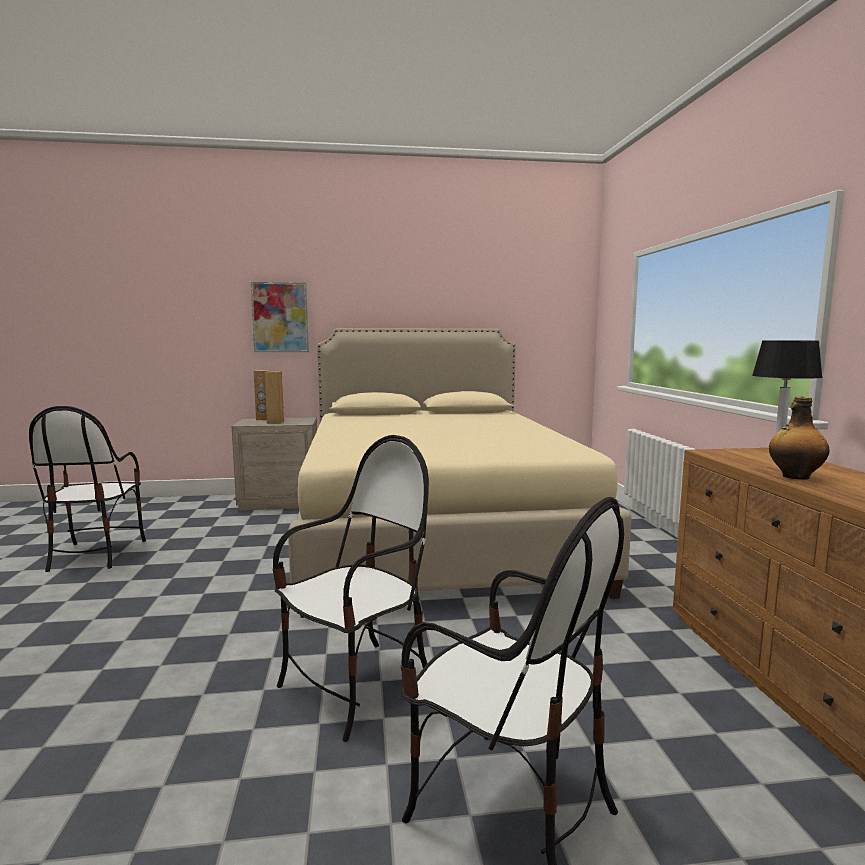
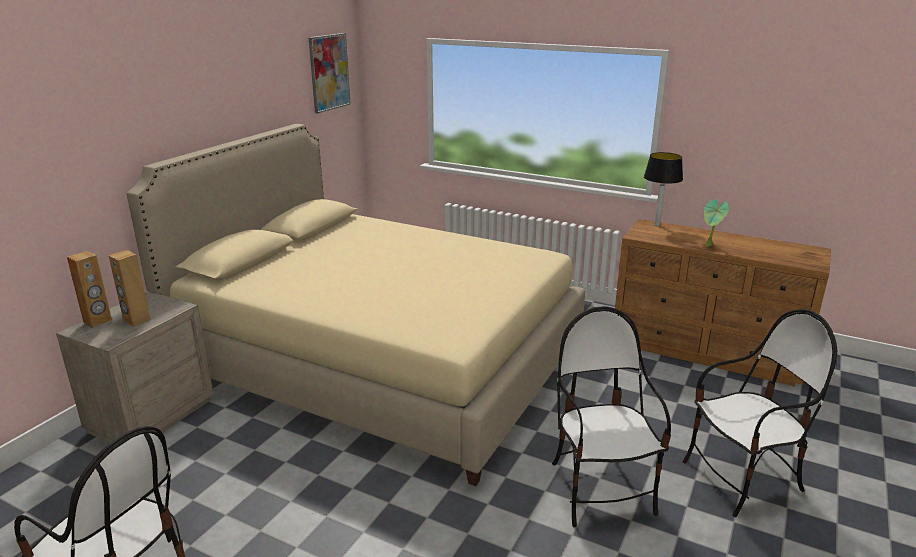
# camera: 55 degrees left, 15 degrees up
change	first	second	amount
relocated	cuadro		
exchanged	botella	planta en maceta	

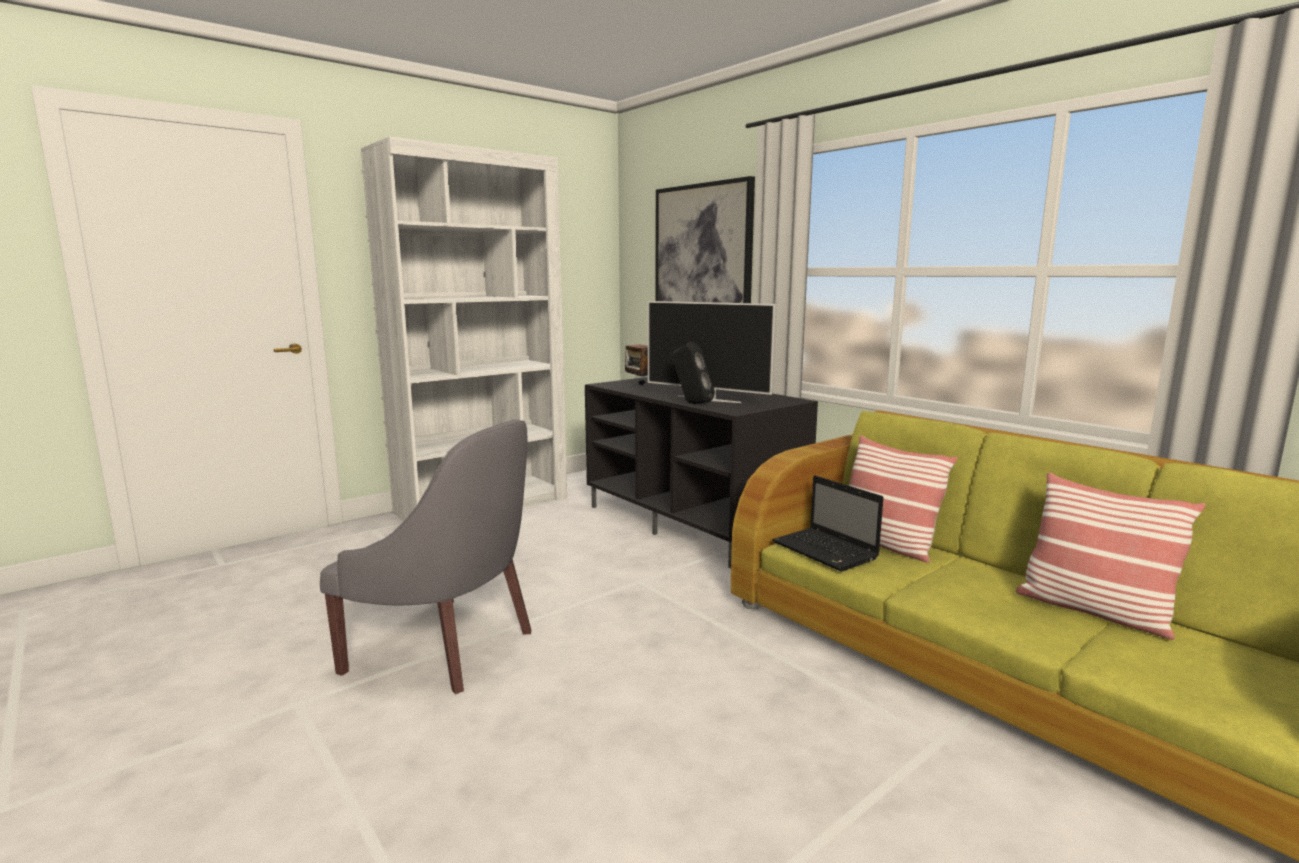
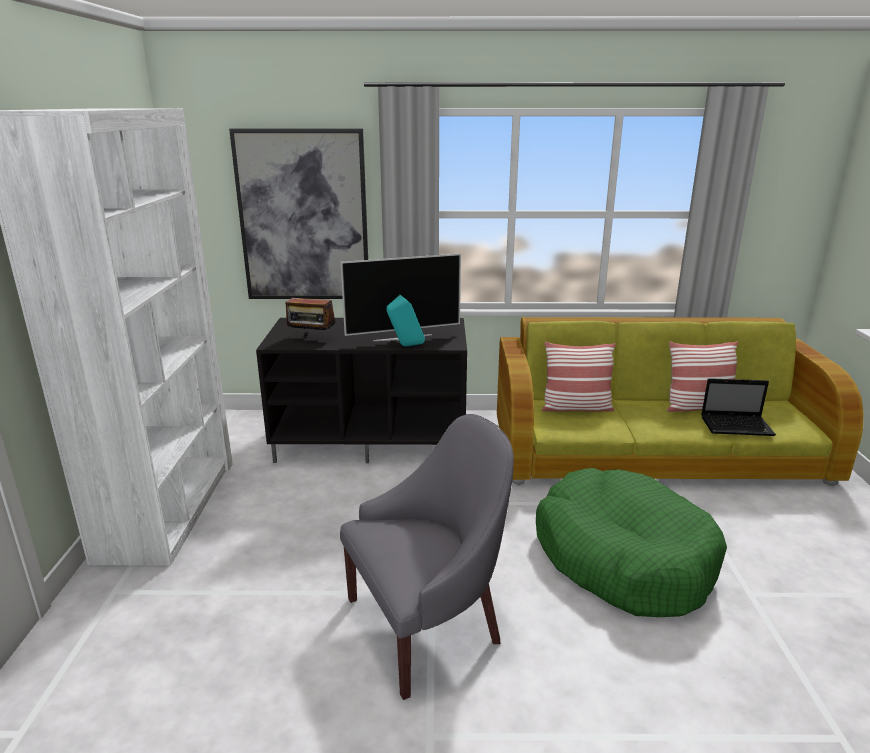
# camera: 50 degrees left, 10 degrees up
change	first	second	amount
colour	altavoz (negro)	altavoz (turquesa)	
appeared		cama para perro (verde)	
relocated	portátil		

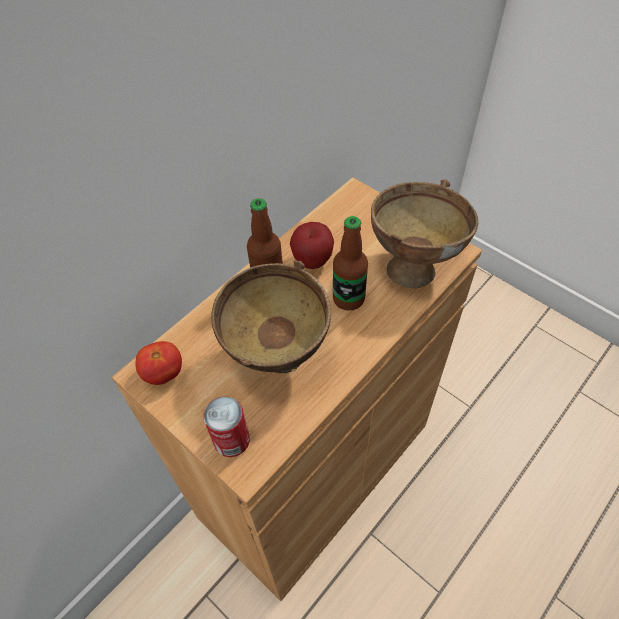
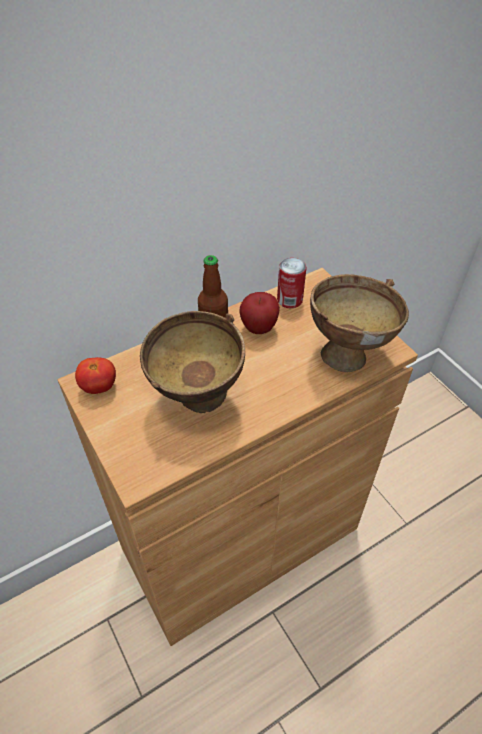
# camera: 15 degrees right, 5 degrees down
change	first	second	amount
relocated	lata		
missing	botella (no. 2 from left)		

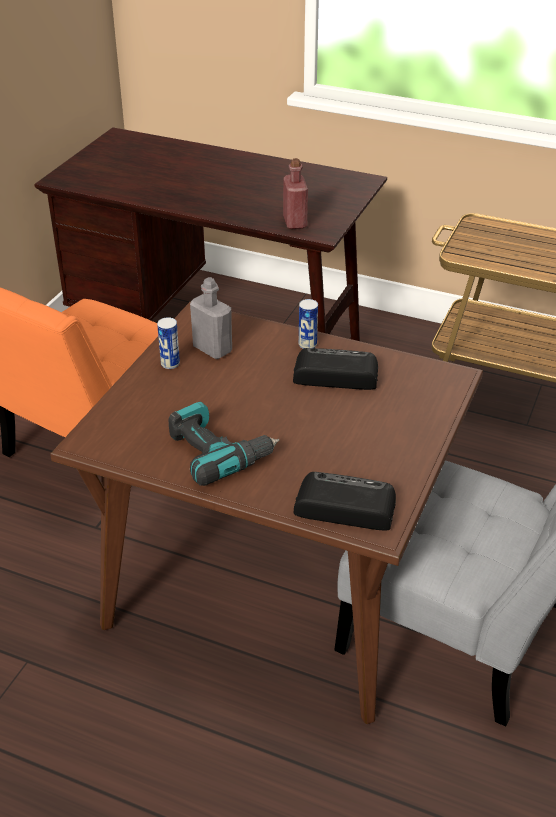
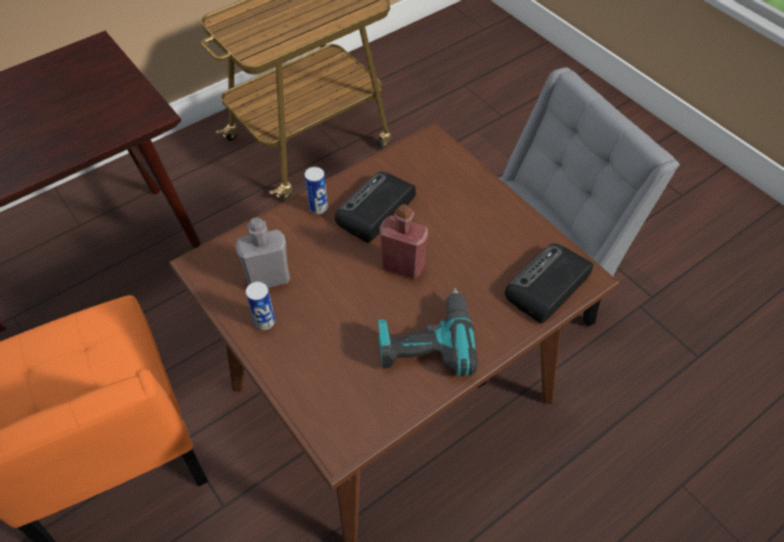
# camera: 60 degrees left, 15 degrees up
change	first	second	amount
relocated	botella (rojo)		

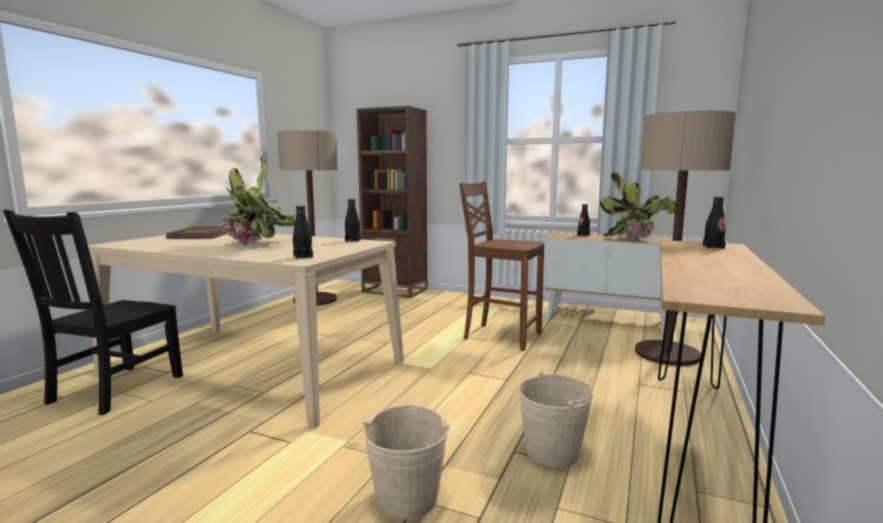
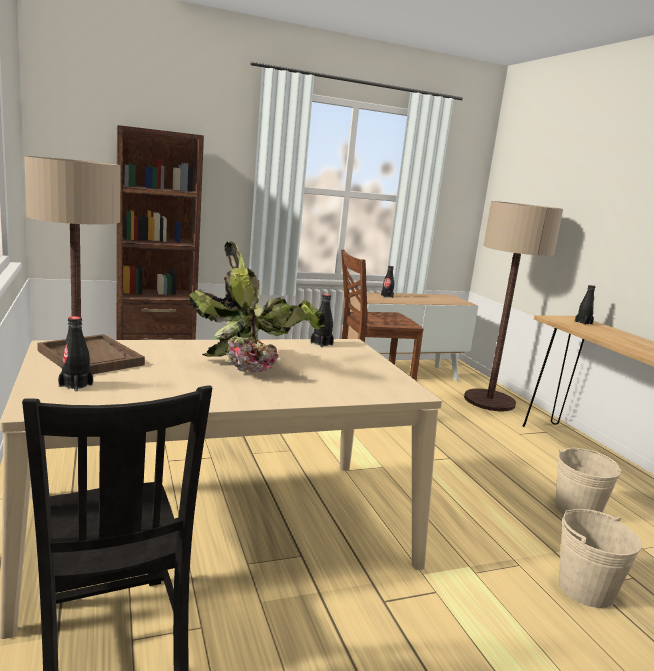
# camera: 45 degrees left, 5 degrees up
change	first	second	amount
relocated	botella (negro) (no. 1 from left)		
missing	planta en maceta (no. 2 from left)		

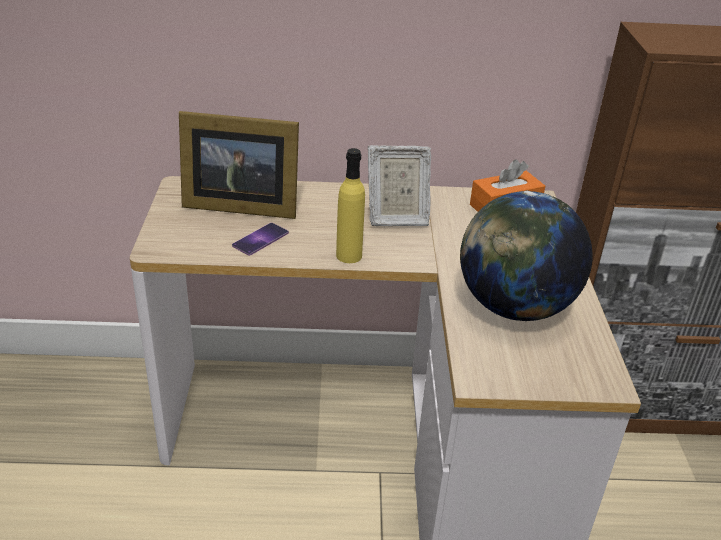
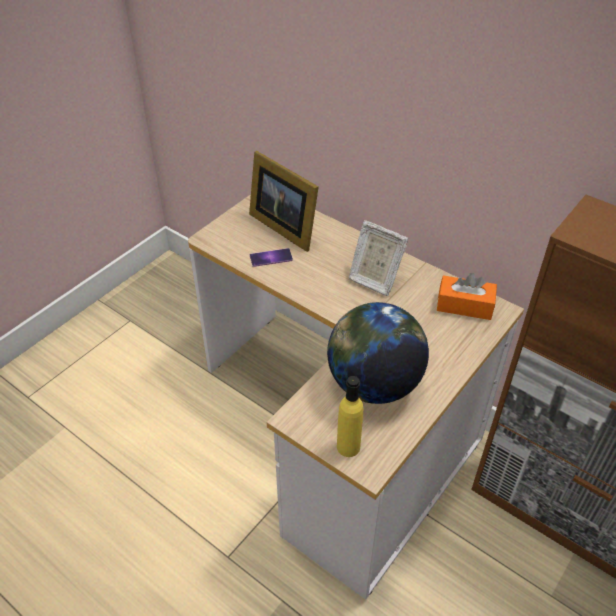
# camera: 40 degrees right, 10 degrees up
change	first	second	amount
relocated	botella (amarillo)		

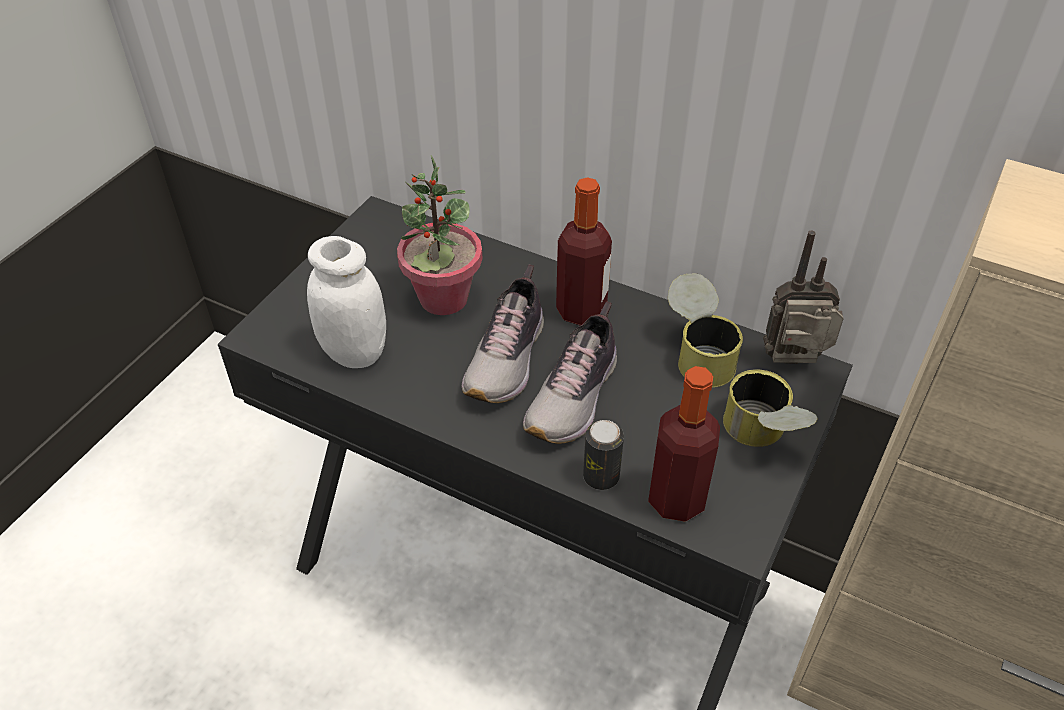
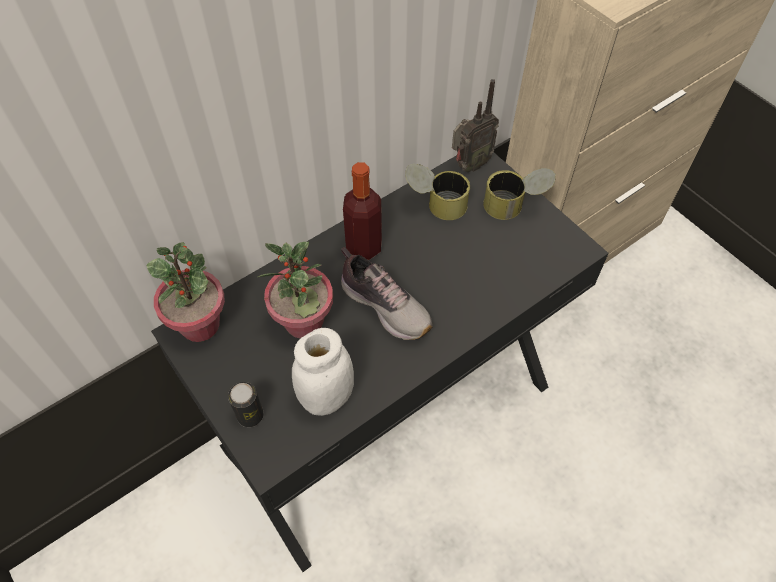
# camera: 65 degrees left, 10 degrees up
change	first	second	amount
appeared		planta en maceta (no. 1 from left)	
relocated	lata (no. 1 from left)		
spun	radio		150 degrees counterclockwise
missing	zapato (no. 2 from left)		
missing	botella (no. 2 from left)		

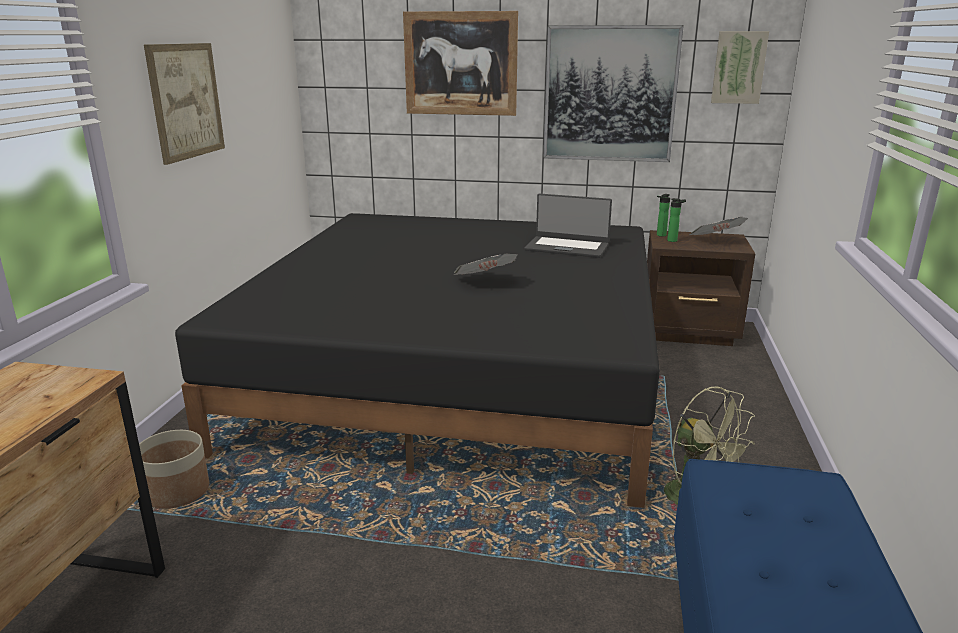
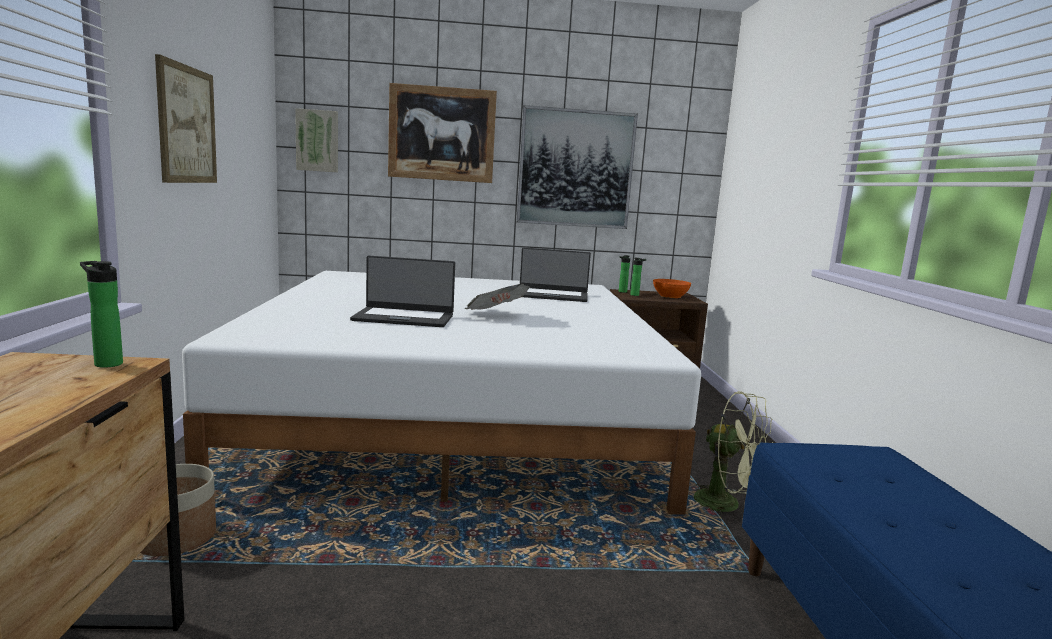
# camera: 15 degrees left, 10 degrees down
change	first	second	amount
appeared		botella (no. 1 from left)	
colour	cama (negro)	cama (blanco)	
relocated	cuadro (no. 4 from left in the first image)	cuadro (no. 2 from left)	
appeared		portátil (no. 1 from left)	
exchanged	periódico (no. 2 from left)	cuenco (naranja)	

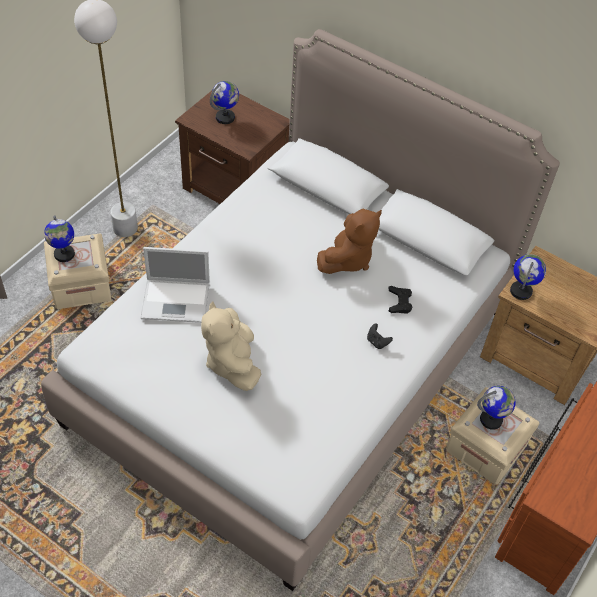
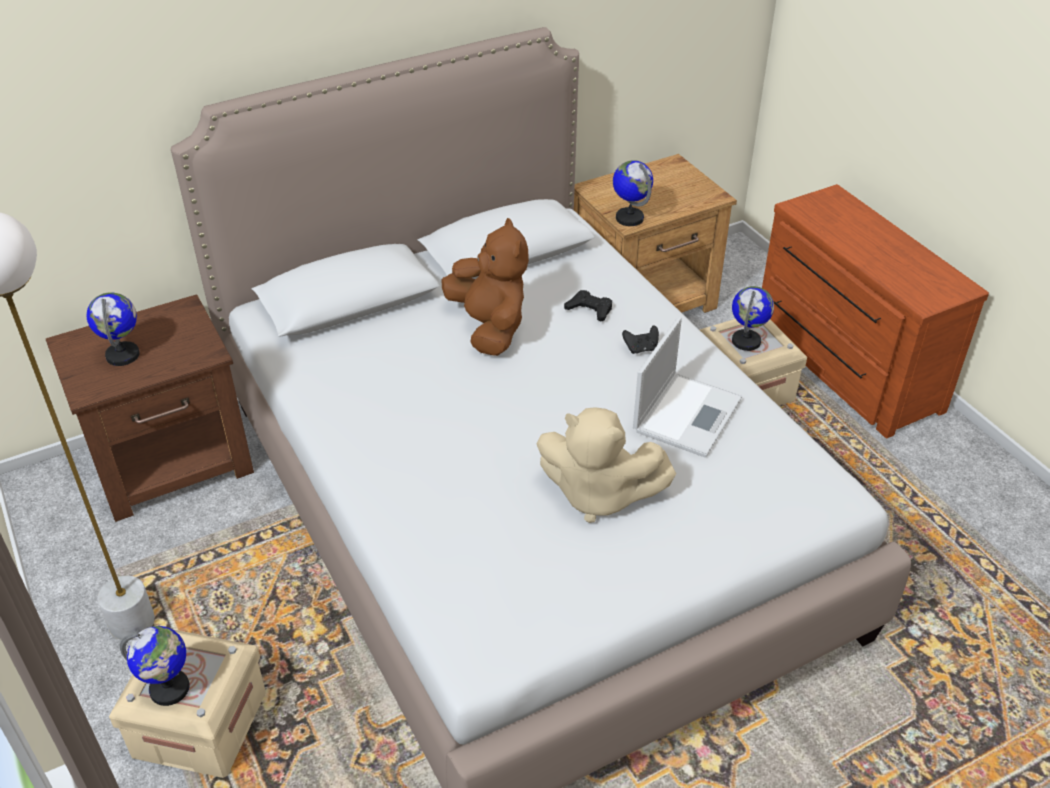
# camera: 60 degrees left, 10 degrees down
change	first	second	amount
relocated	portátil		

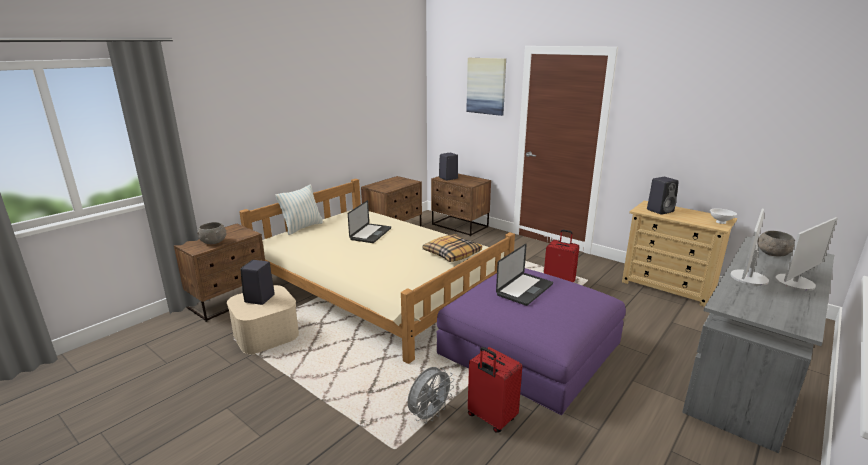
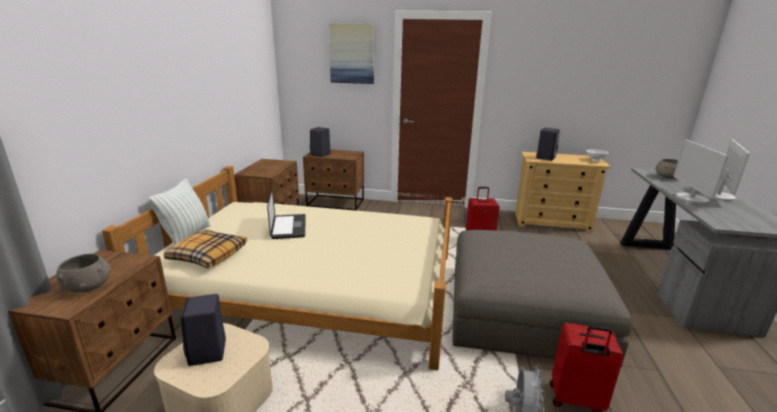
# camera: 30 degrees left, 0 degrees up
change	first	second	amount
relocated	cojín (no. 2 from left)		
colour	puf (morado)	puf (gris)	
missing	portátil (no. 2 from left)		

